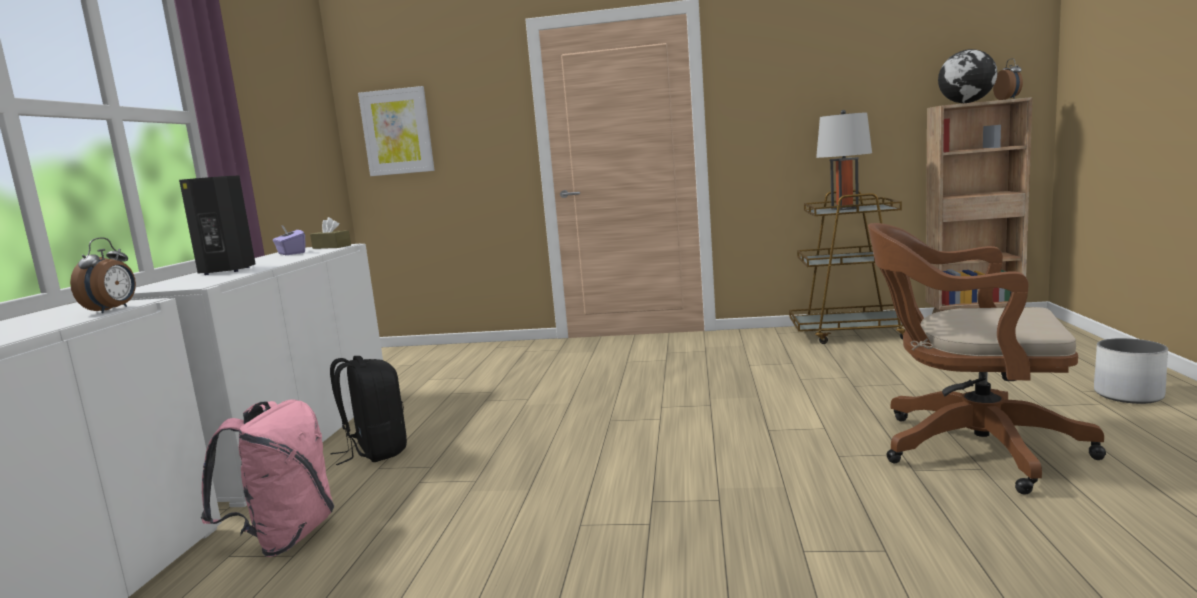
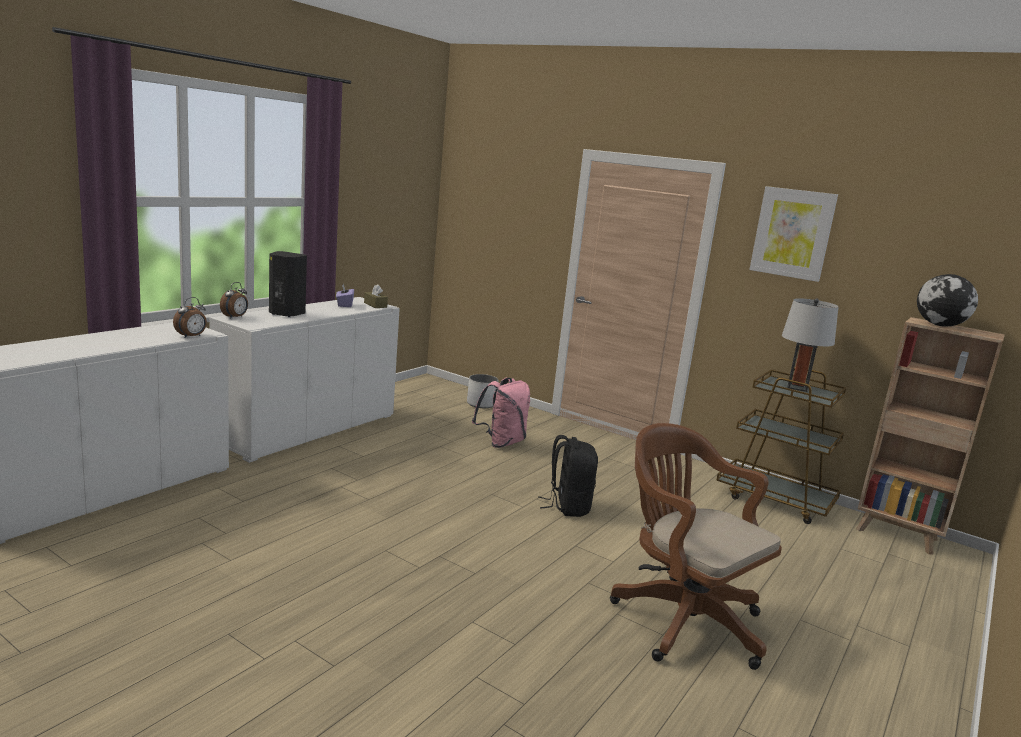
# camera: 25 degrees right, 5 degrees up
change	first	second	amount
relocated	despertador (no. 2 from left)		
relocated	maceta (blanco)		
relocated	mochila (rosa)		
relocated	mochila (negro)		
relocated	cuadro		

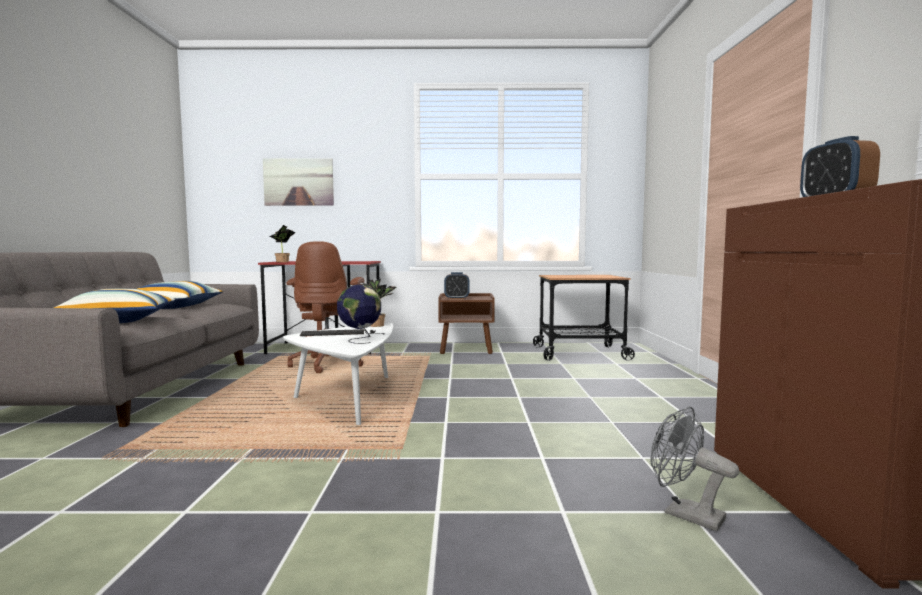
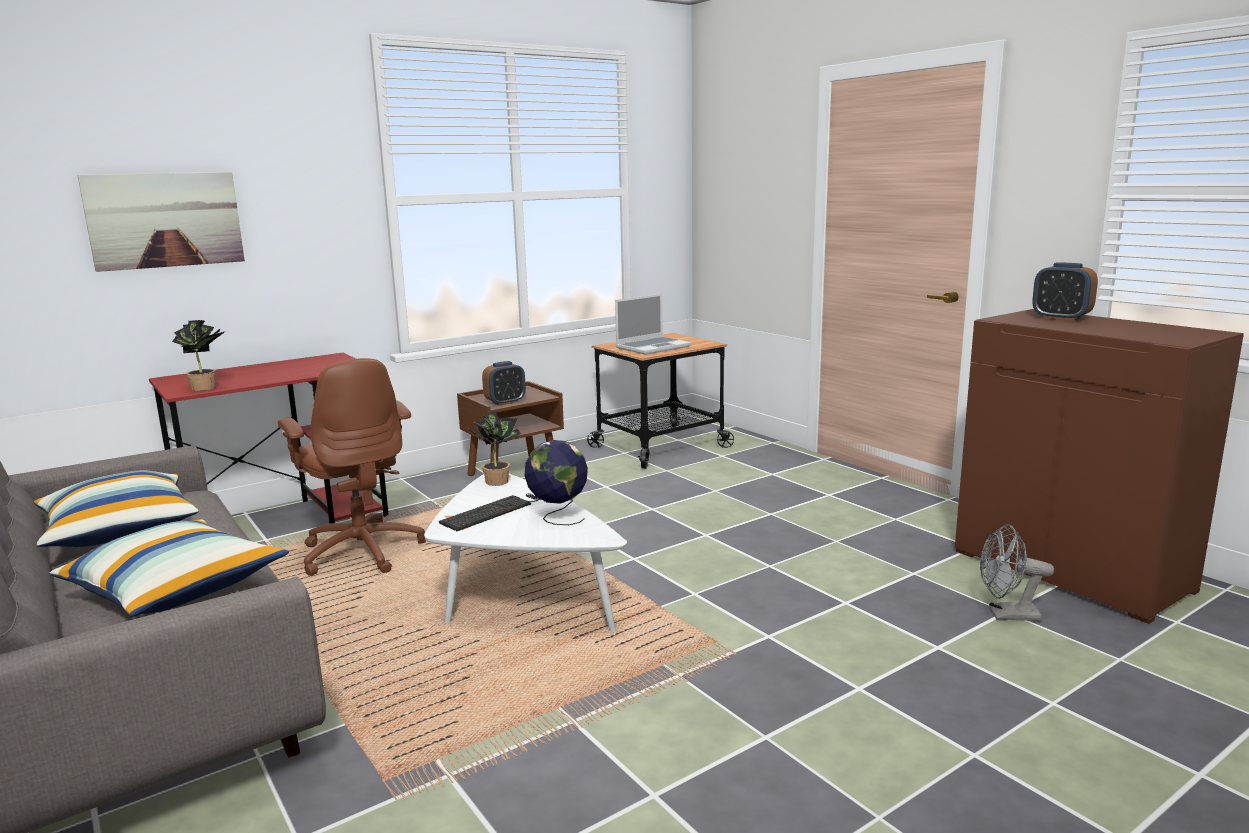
# camera: 35 degrees left, 10 degrees up
change	first	second	amount
appeared		portátil	

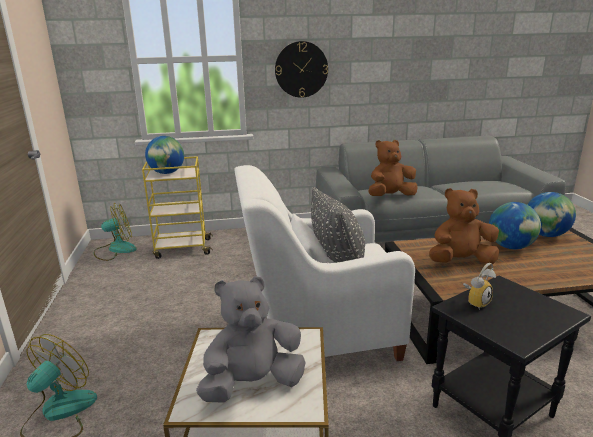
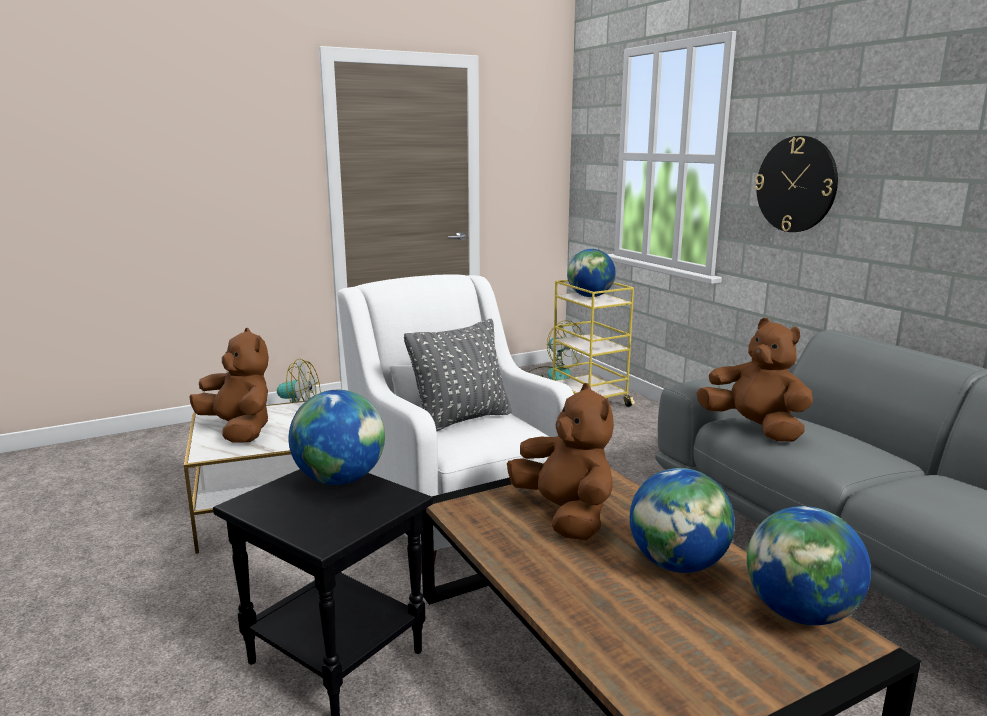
# camera: 70 degrees right, 5 degrees down
change	first	second	amount
colour	peluche (gris)	peluche (marrón) (no. 1 from left)	
exchanged	despertador	globo terráqueo (no. 1 from left)	

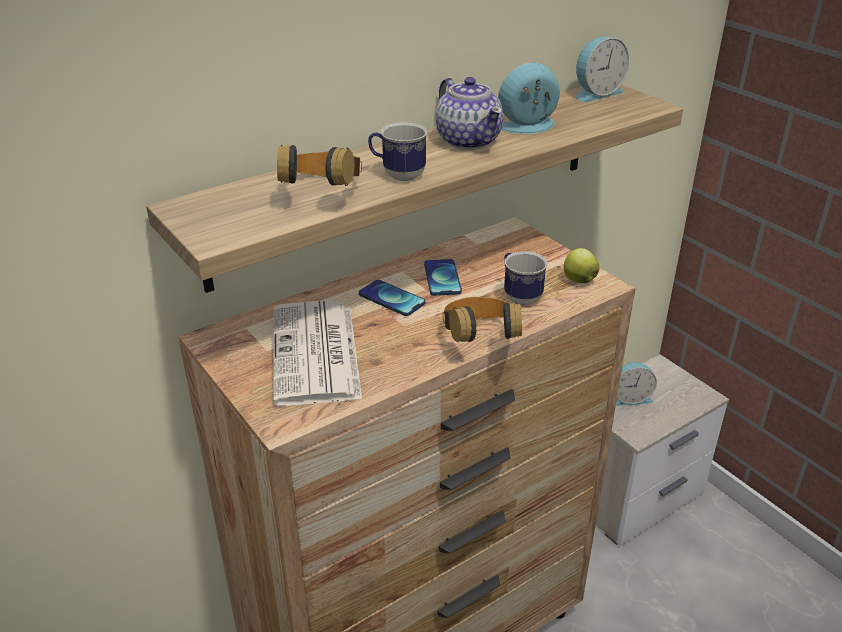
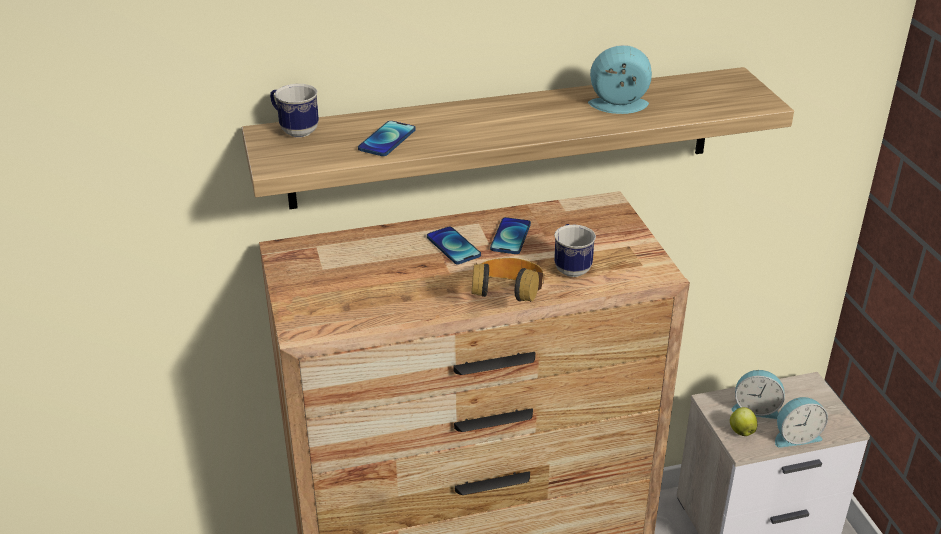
# camera: 20 degrees right, 0 degrees up
change	first	second	amount
relocated	taza grande (no. 1 from left)		
exchanged	auriculares (no. 1 from left)	móvil (no. 1 from left)	
relocated	manzana		
relocated	despertador (no. 2 from left in the first image)	despertador (no. 3 from left)	
missing	periódico		
missing	tetera		

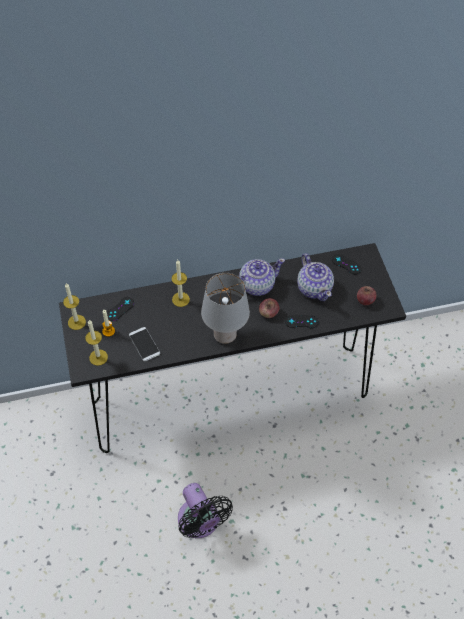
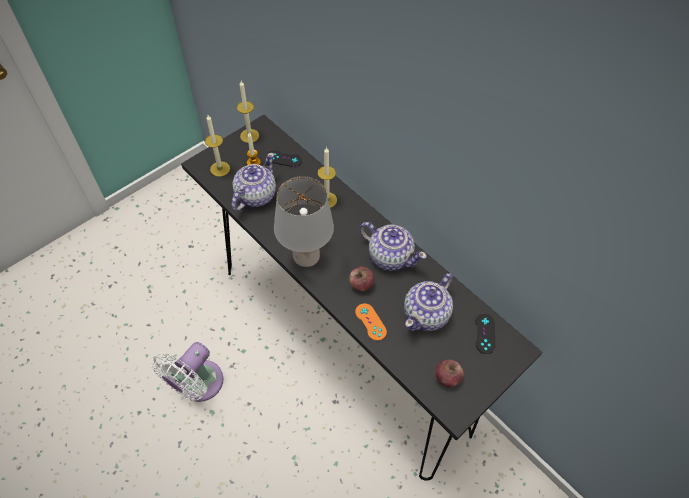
# camera: 60 degrees right, 0 degrees up
change	first	second	amount
colour	ventilador (negro)	ventilador (blanco)	
exchanged	móvil	tetera (no. 1 from left)	
colour	mando de consola (negro) (no. 2 from left)	mando de consola (naranja)	

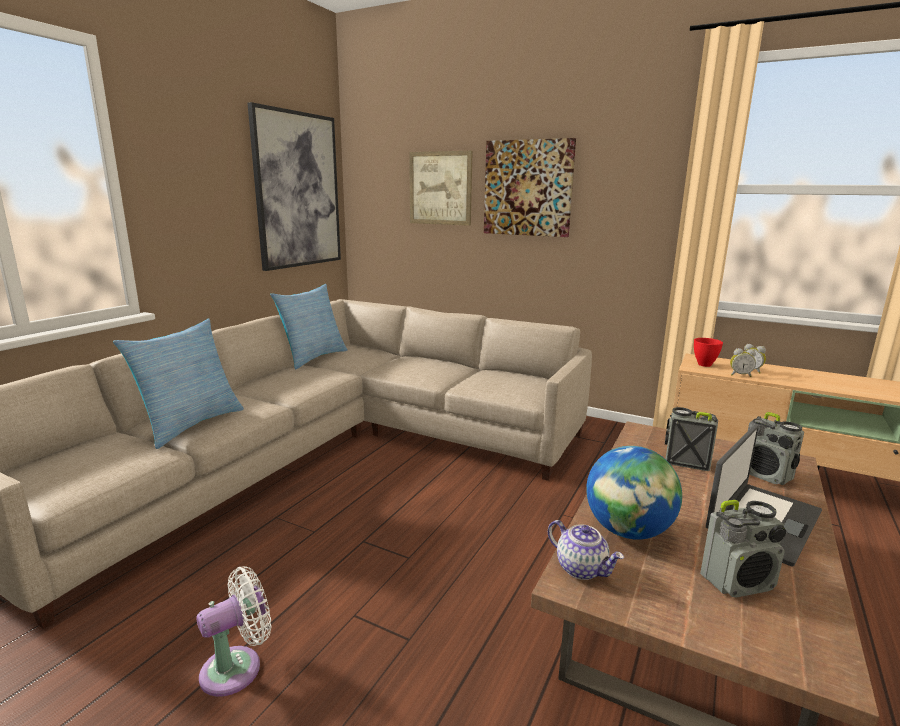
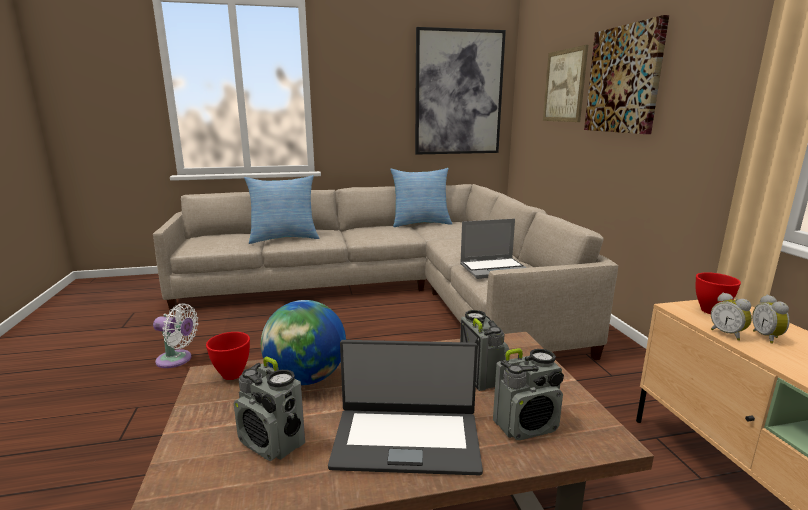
# camera: 50 degrees right, 0 degrees up
change	first	second	amount
exchanged	tetera	cuenco (rojo) (no. 1 from left)	
appeared		portátil (no. 2 from left)	
spun	radio (no. 3 from left)		120 degrees counterclockwise

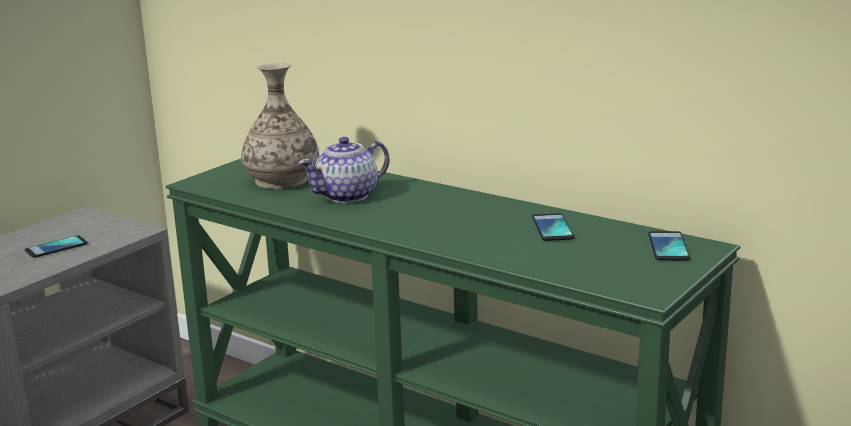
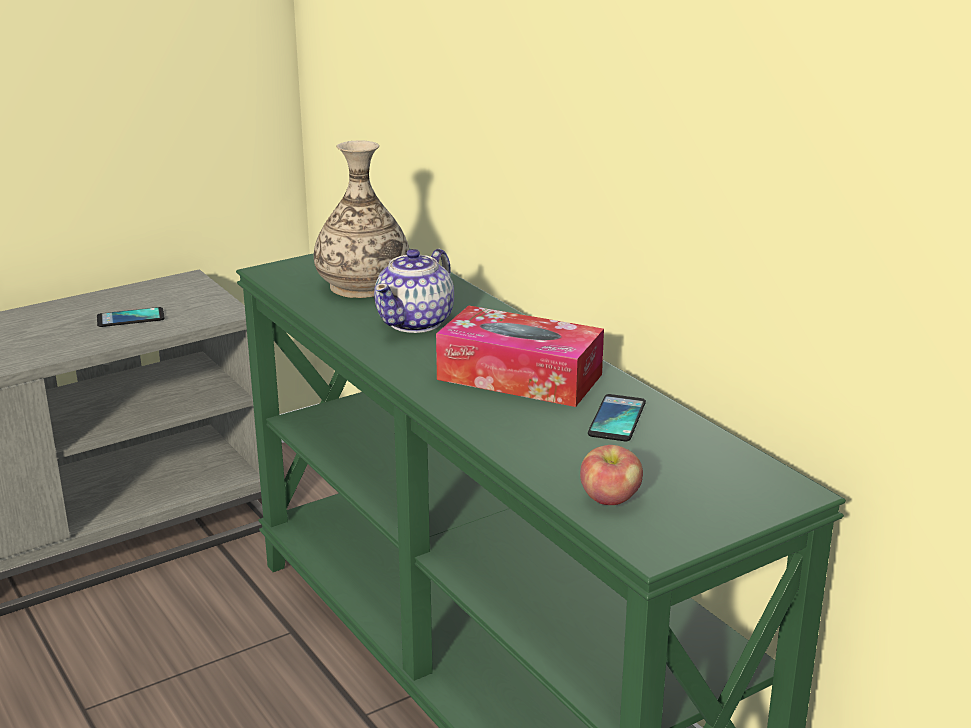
# camera: 20 degrees right, 5 degrees up
change	first	second	amount
spun	tetera		45 degrees counterclockwise
appeared		caja de pañuelos	
appeared		manzana	
missing	móvil (no. 3 from left)		

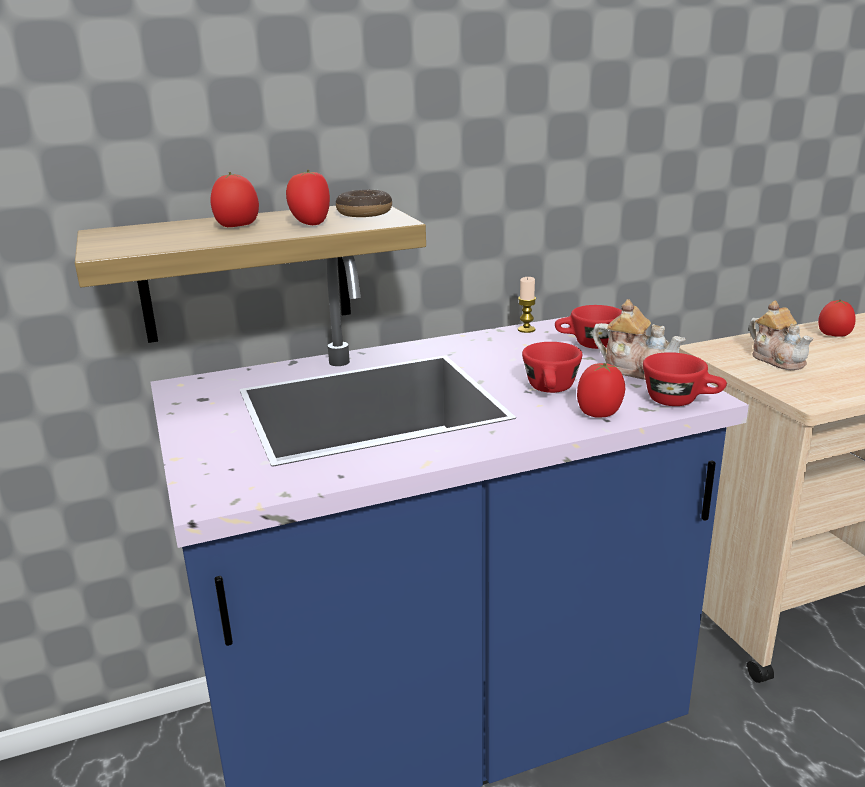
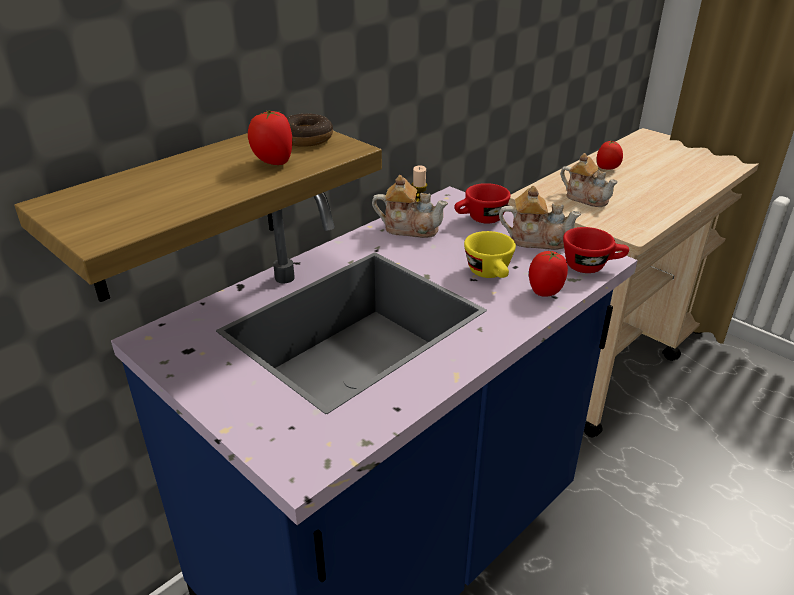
# camera: 25 degrees left, 10 degrees up
change	first	second	amount
appeared		tetera (no. 1 from left)	
colour	taza (rojo) (no. 1 from left)	taza (amarillo)	
missing	tomate (no. 1 from left)		

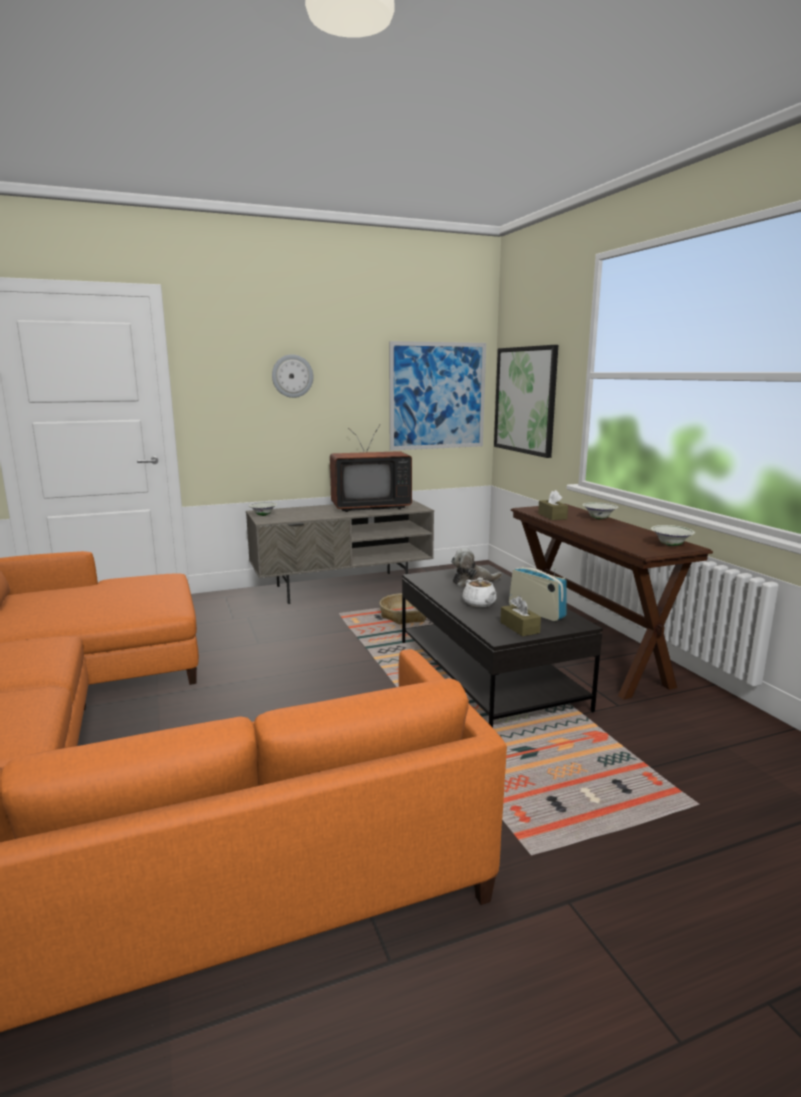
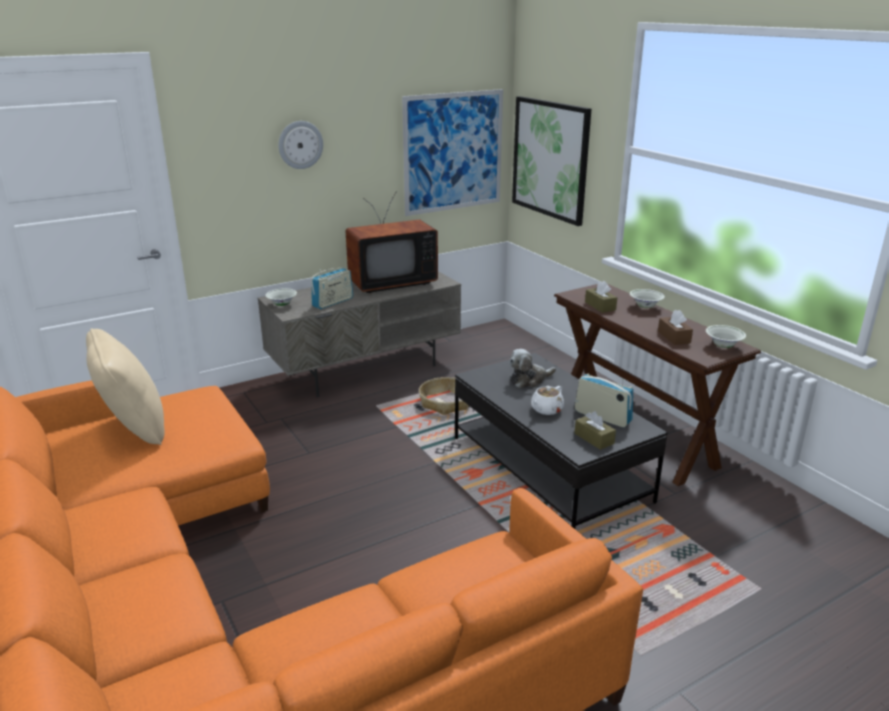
# camera: 10 degrees left, 10 degrees up
change	first	second	amount
appeared		cojín (beis)	
appeared		radio (no. 1 from left)	
spun	tetera (blanco)		75 degrees clockwise
appeared		caja de pañuelos (marrón) (no. 3 from left)	

